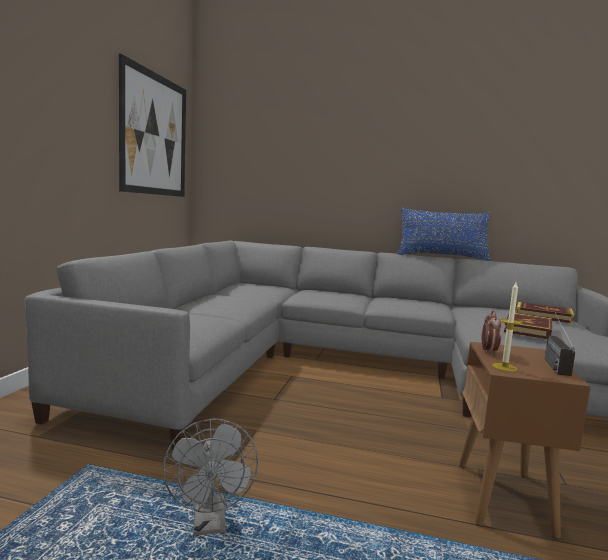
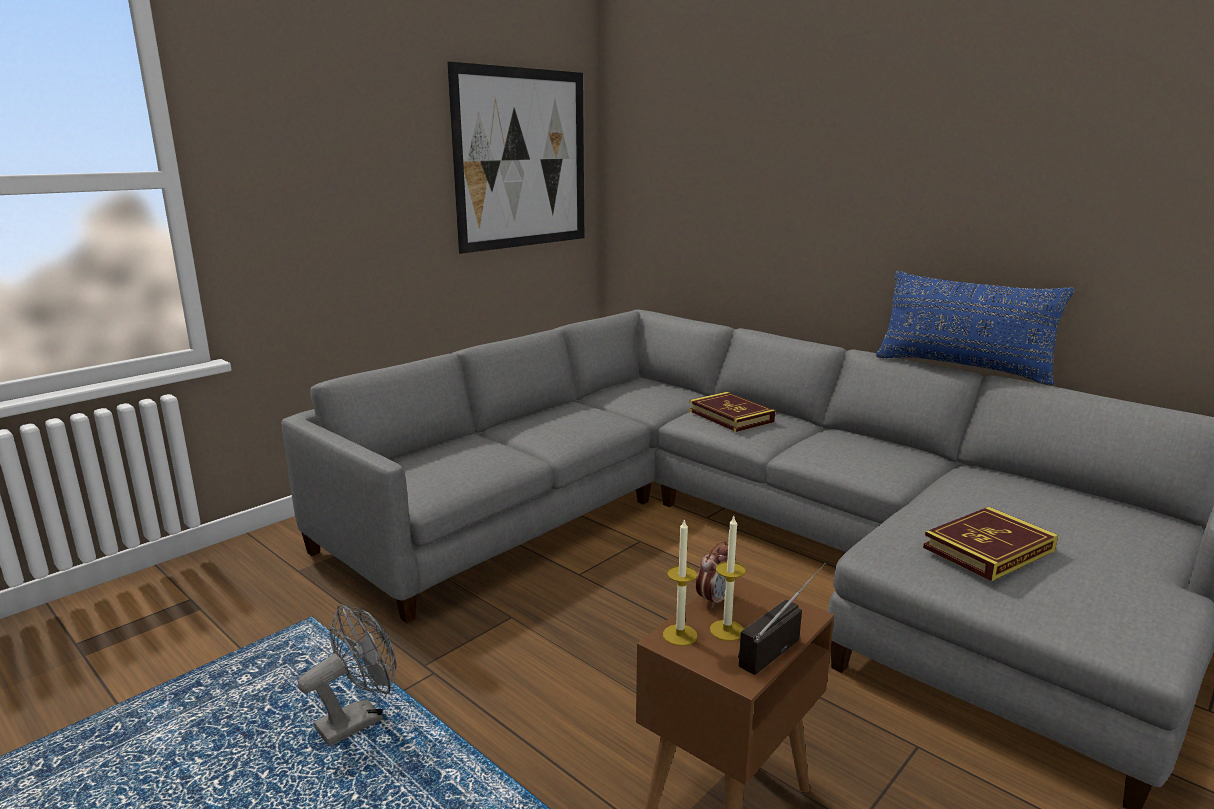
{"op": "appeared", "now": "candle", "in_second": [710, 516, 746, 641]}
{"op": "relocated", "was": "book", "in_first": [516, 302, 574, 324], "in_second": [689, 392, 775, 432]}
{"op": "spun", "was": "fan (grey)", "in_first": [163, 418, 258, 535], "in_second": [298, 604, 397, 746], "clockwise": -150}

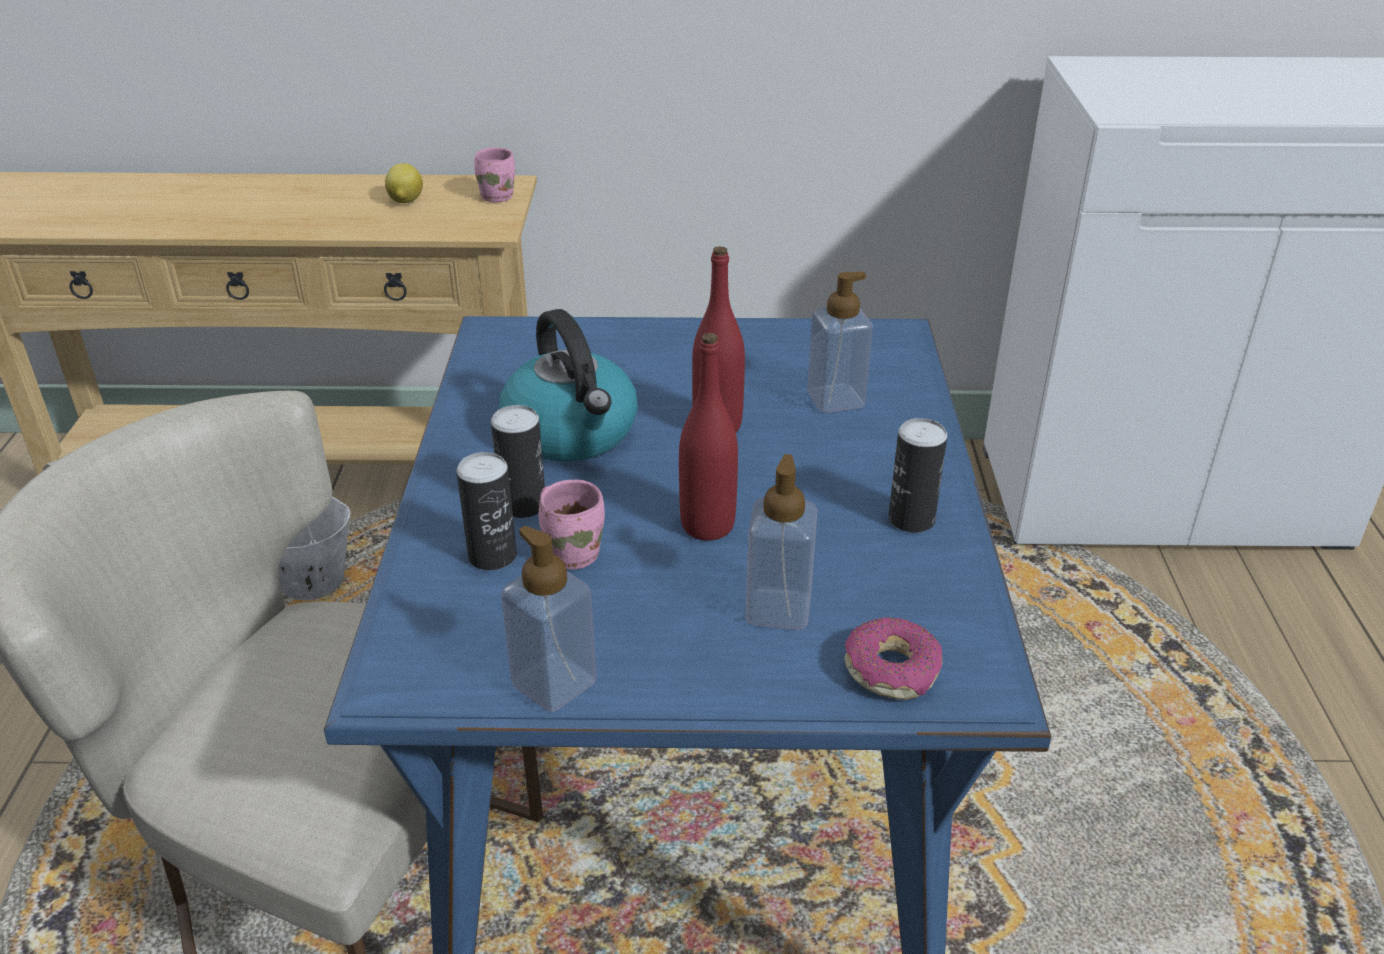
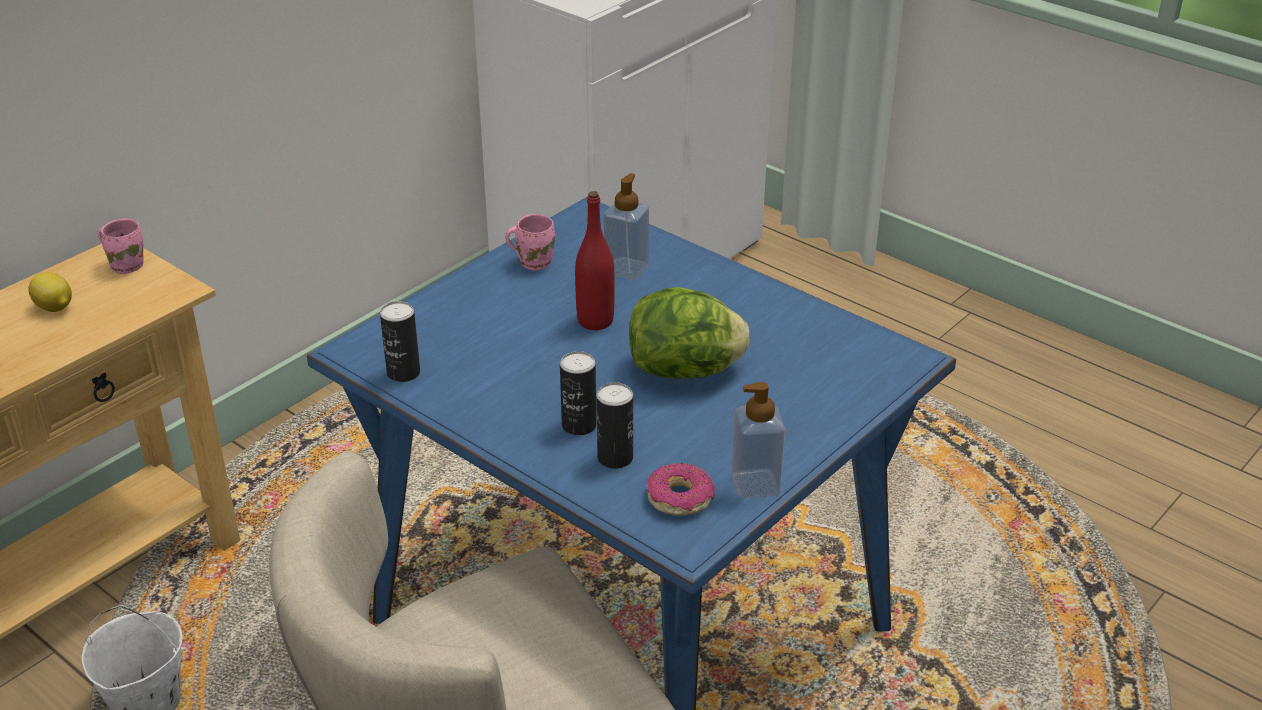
{"op": "missing", "was": "kettle", "in_first": [499, 309, 638, 462]}
{"op": "missing", "was": "soap dispenser", "in_first": [746, 454, 817, 630]}
{"op": "relocated", "was": "mug (pink)", "in_first": [538, 480, 605, 570], "in_second": [506, 214, 555, 271]}
{"op": "relocated", "was": "donut", "in_first": [844, 617, 942, 700], "in_second": [647, 463, 715, 516]}
{"op": "relocated", "was": "can", "in_first": [888, 418, 948, 533], "in_second": [380, 301, 420, 382]}
{"op": "exchanged", "was": "bottle (red)", "now": "lettuce", "in_first": [679, 333, 738, 540], "in_second": [629, 287, 750, 378]}

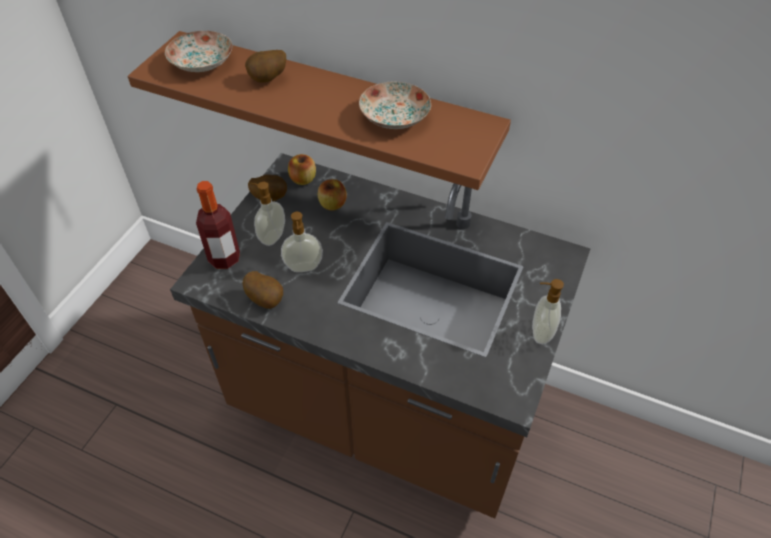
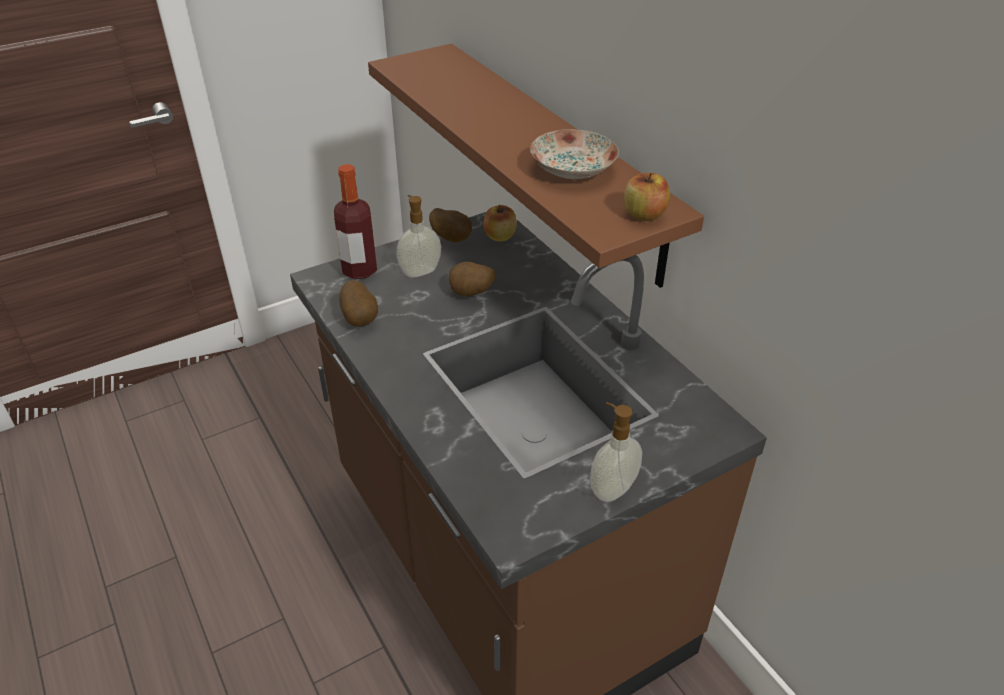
{"op": "missing", "was": "plate", "in_first": [165, 31, 232, 72]}
{"op": "missing", "was": "soap dispenser", "in_first": [281, 212, 323, 272]}
{"op": "relocated", "was": "potato", "in_first": [245, 50, 286, 83], "in_second": [449, 262, 495, 297]}
{"op": "relocated", "was": "apple", "in_first": [318, 179, 347, 210], "in_second": [625, 173, 670, 221]}

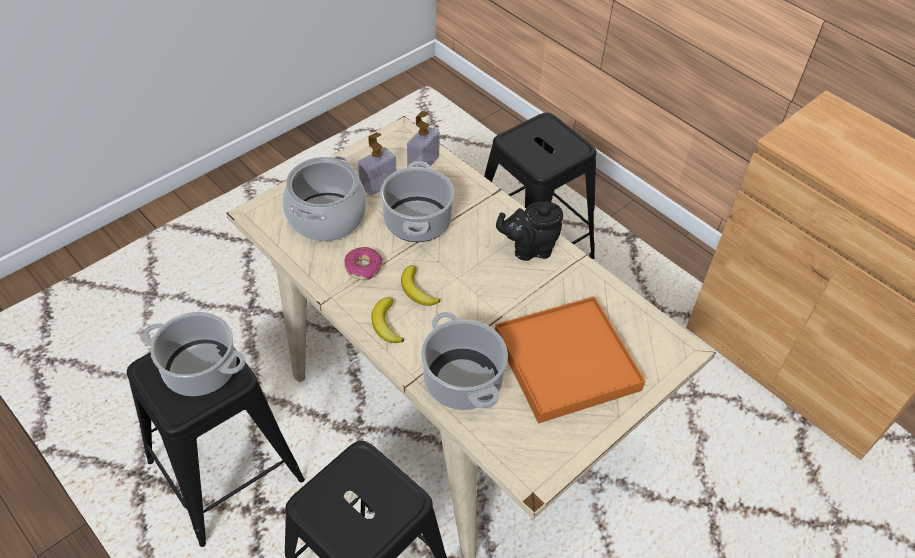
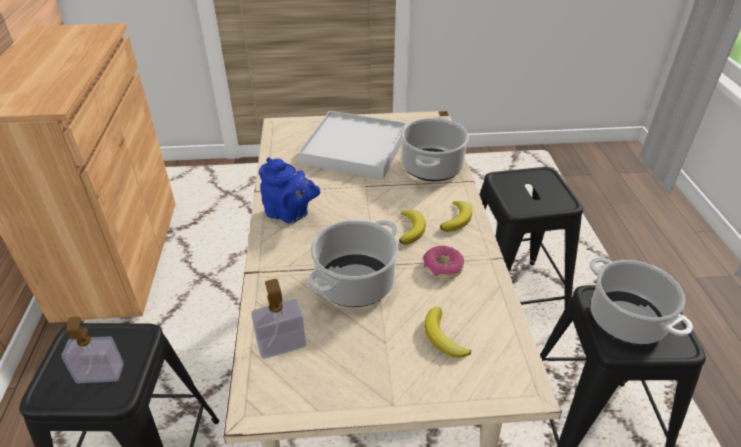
{"op": "relocated", "was": "soap dispenser", "in_first": [358, 132, 396, 196], "in_second": [61, 317, 124, 383]}
{"op": "exchanged", "was": "cooking pot", "now": "banana", "in_first": [283, 156, 367, 241], "in_second": [424, 307, 471, 358]}
{"op": "colour", "was": "tray (orange)", "now": "tray (white)", "in_first": [495, 296, 645, 423], "in_second": [298, 111, 407, 179]}
{"op": "colour", "was": "teapot (black)", "now": "teapot (blue)", "in_first": [496, 201, 563, 261], "in_second": [259, 157, 320, 224]}

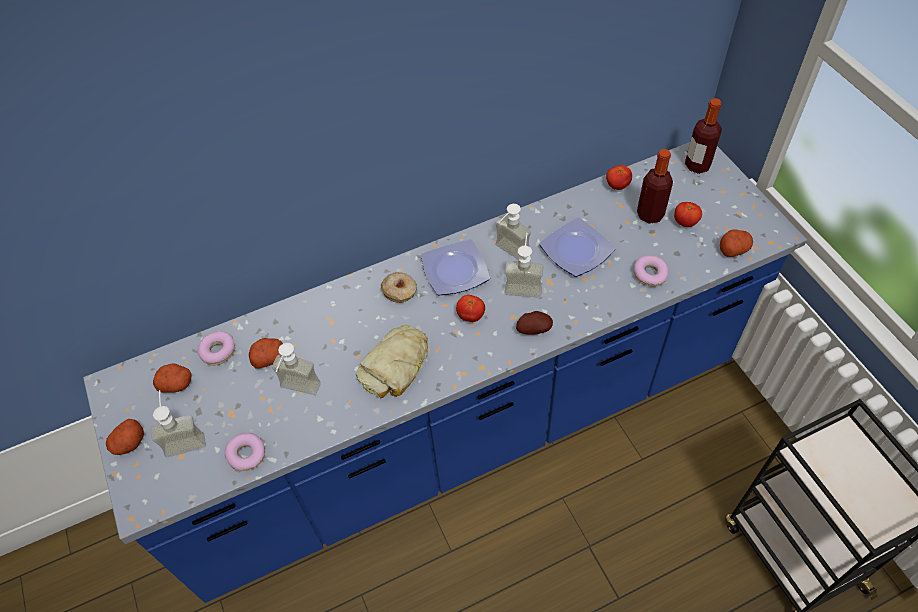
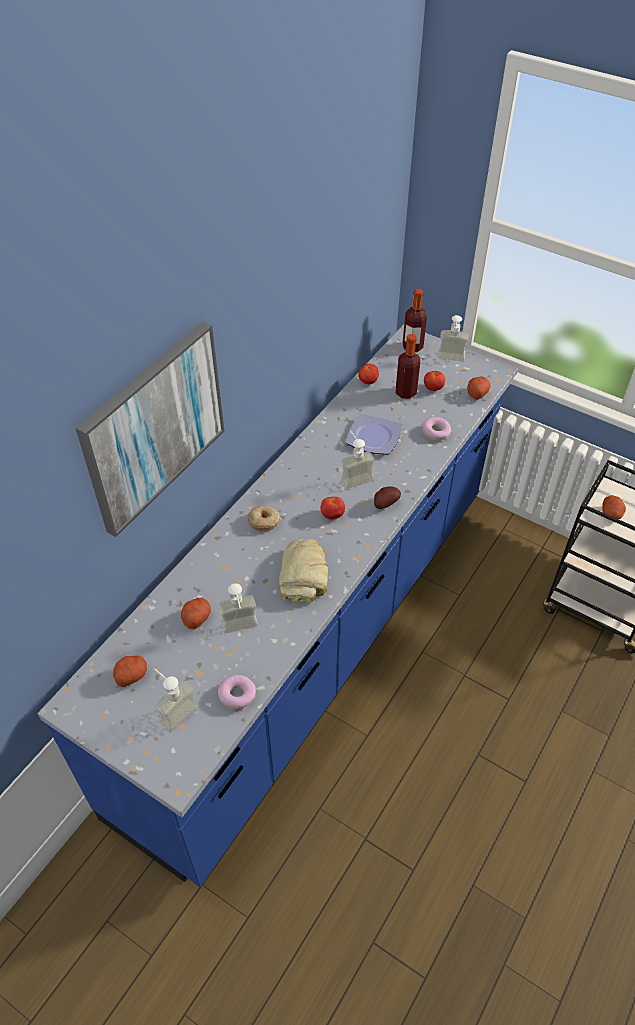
{"op": "missing", "was": "donut", "in_first": [198, 331, 235, 366]}
{"op": "missing", "was": "plate", "in_first": [421, 239, 490, 296]}
{"op": "appeared", "now": "picture", "in_second": [76, 321, 224, 537]}
{"op": "relocated", "was": "potato", "in_first": [106, 419, 144, 455], "in_second": [602, 495, 626, 519]}
{"op": "relocated", "was": "soap dispenser", "in_first": [496, 204, 531, 259], "in_second": [438, 315, 468, 361]}

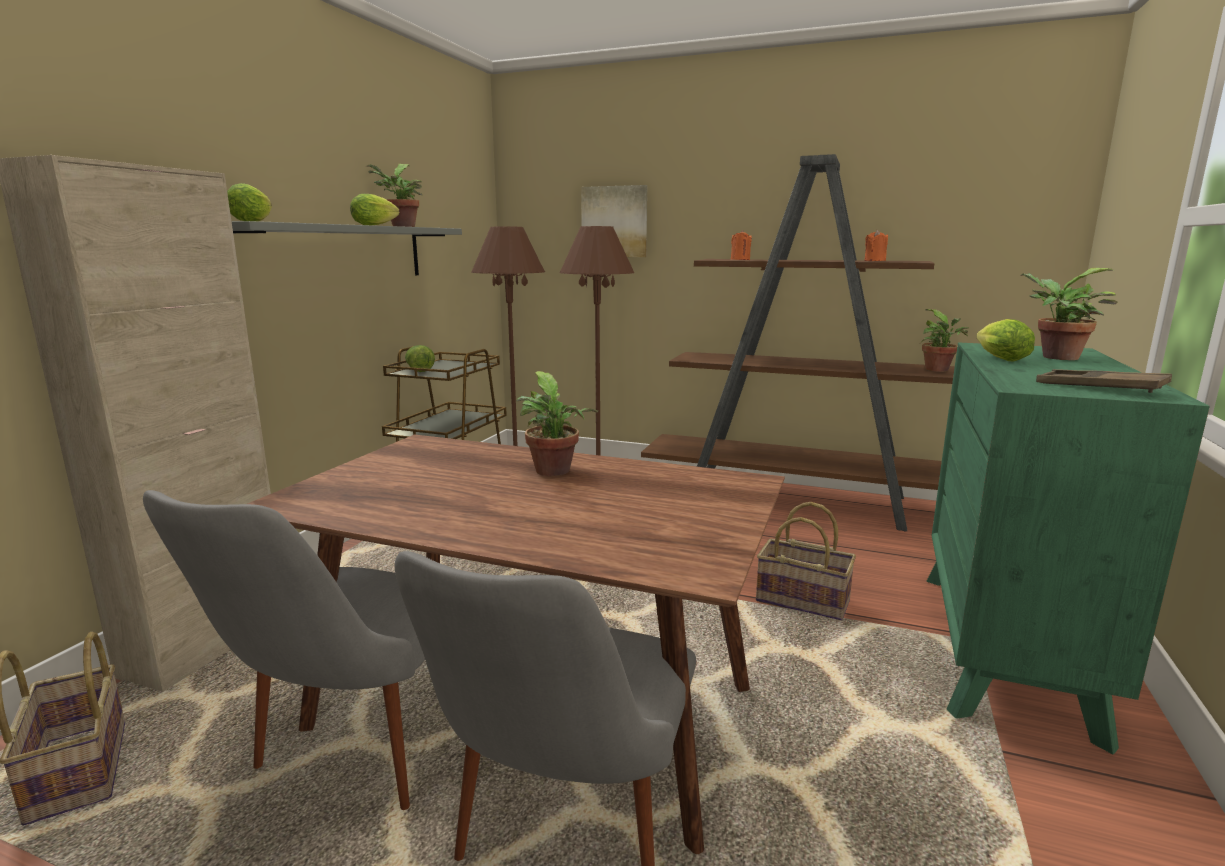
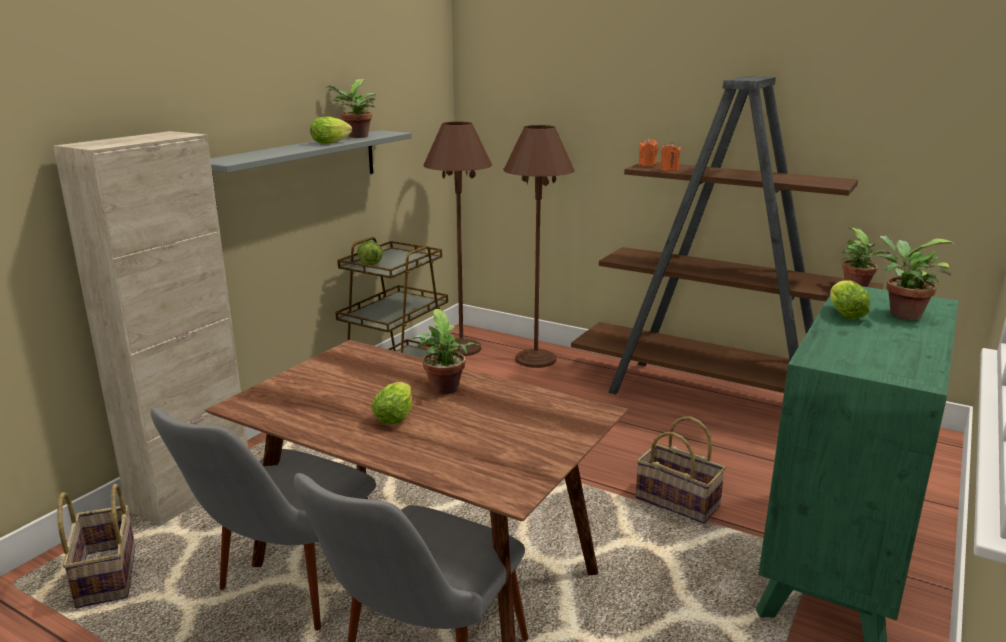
{"op": "missing", "was": "picture", "in_first": [581, 185, 647, 257]}
{"op": "missing", "was": "tray (brown)", "in_first": [1036, 369, 1172, 393]}
{"op": "relocated", "was": "lettuce", "in_first": [227, 183, 272, 221], "in_second": [371, 382, 412, 425]}
{"op": "relocated", "was": "candle (orange)", "in_first": [864, 230, 888, 261], "in_second": [639, 138, 658, 166]}

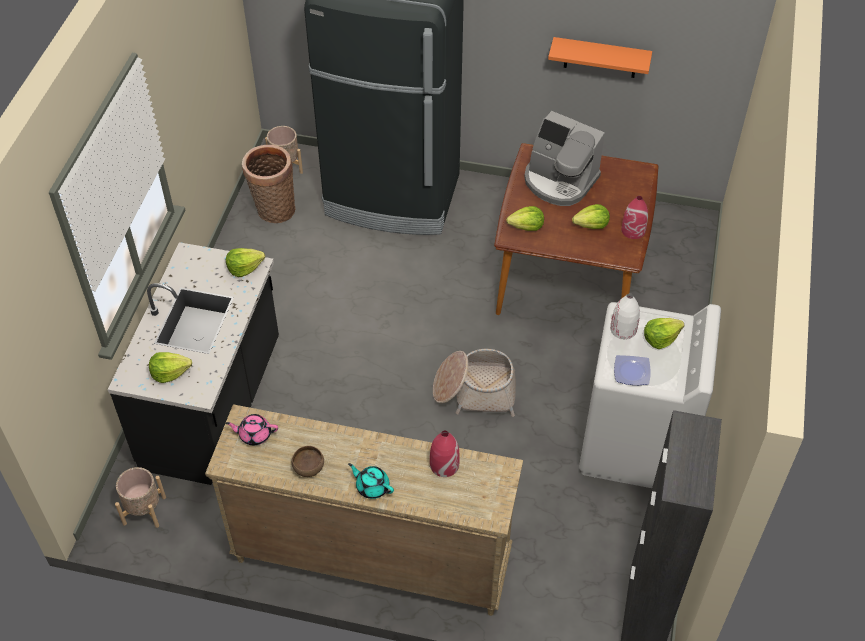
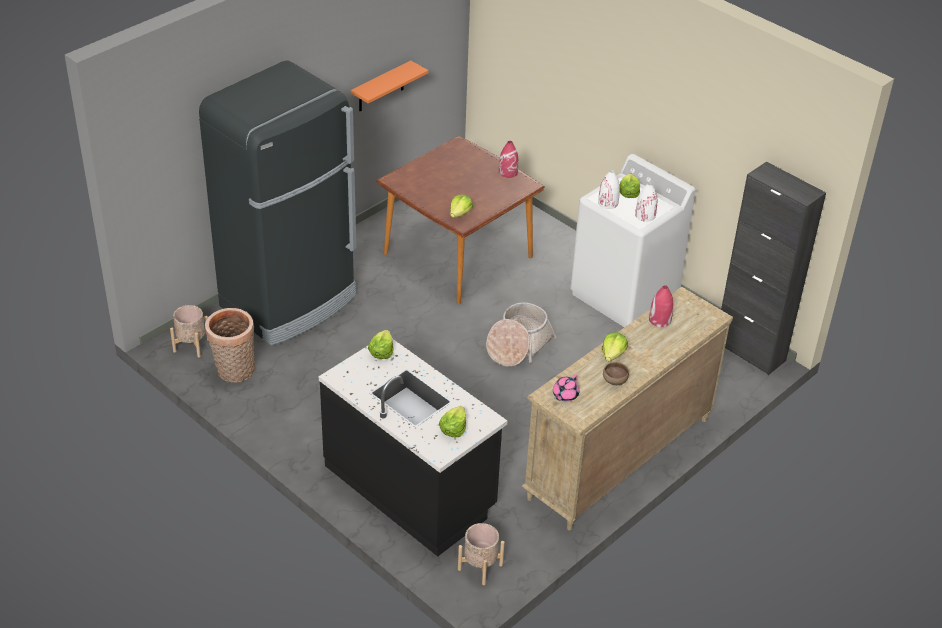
{"op": "missing", "was": "teapot (turquoise)", "in_first": [348, 463, 394, 499]}
{"op": "missing", "was": "coffee machine", "in_first": [524, 111, 605, 206]}
{"op": "relocated", "was": "lettuce", "in_first": [572, 204, 610, 229], "in_second": [602, 332, 628, 361]}
{"op": "exchanged", "was": "plate", "now": "vase (white)", "in_first": [614, 355, 651, 385], "in_second": [635, 182, 657, 222]}

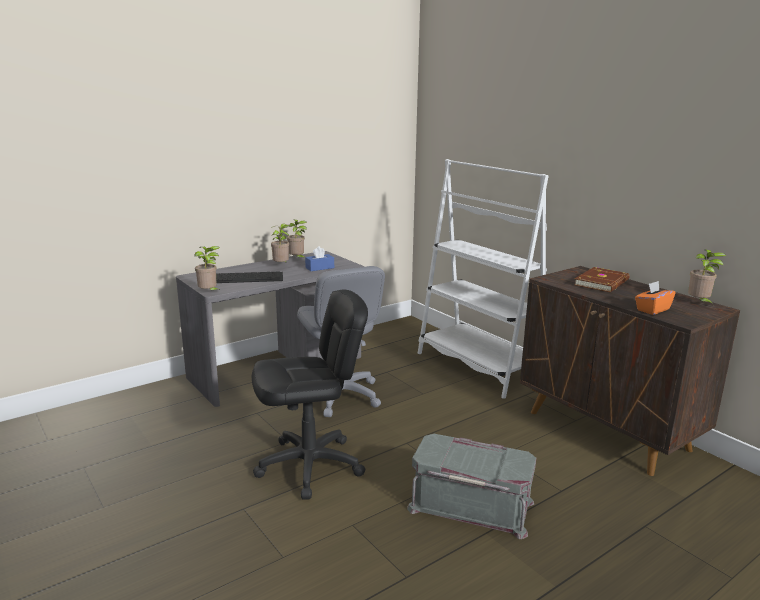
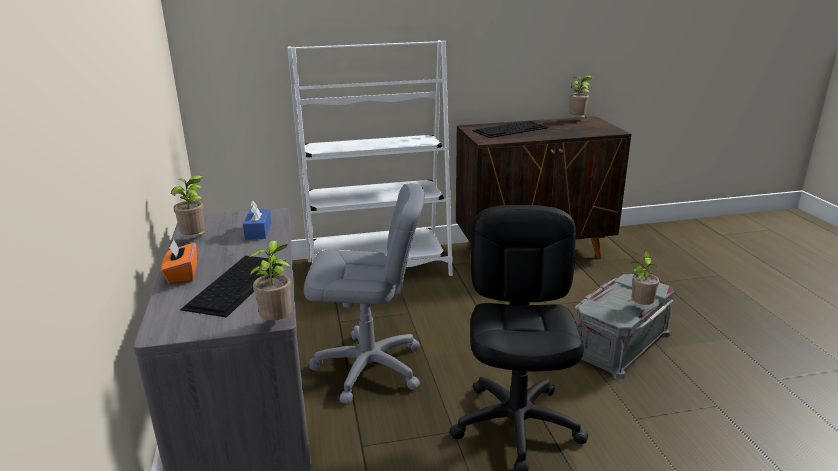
{"op": "relocated", "was": "potted plant", "in_first": [271, 224, 290, 262], "in_second": [629, 251, 659, 305]}
{"op": "relocated", "was": "tissue box (orange)", "in_first": [635, 281, 676, 315], "in_second": [161, 239, 197, 284]}
{"op": "exchanged", "was": "book (brown)", "now": "keyboard", "in_first": [574, 267, 630, 292], "in_second": [473, 121, 549, 138]}

